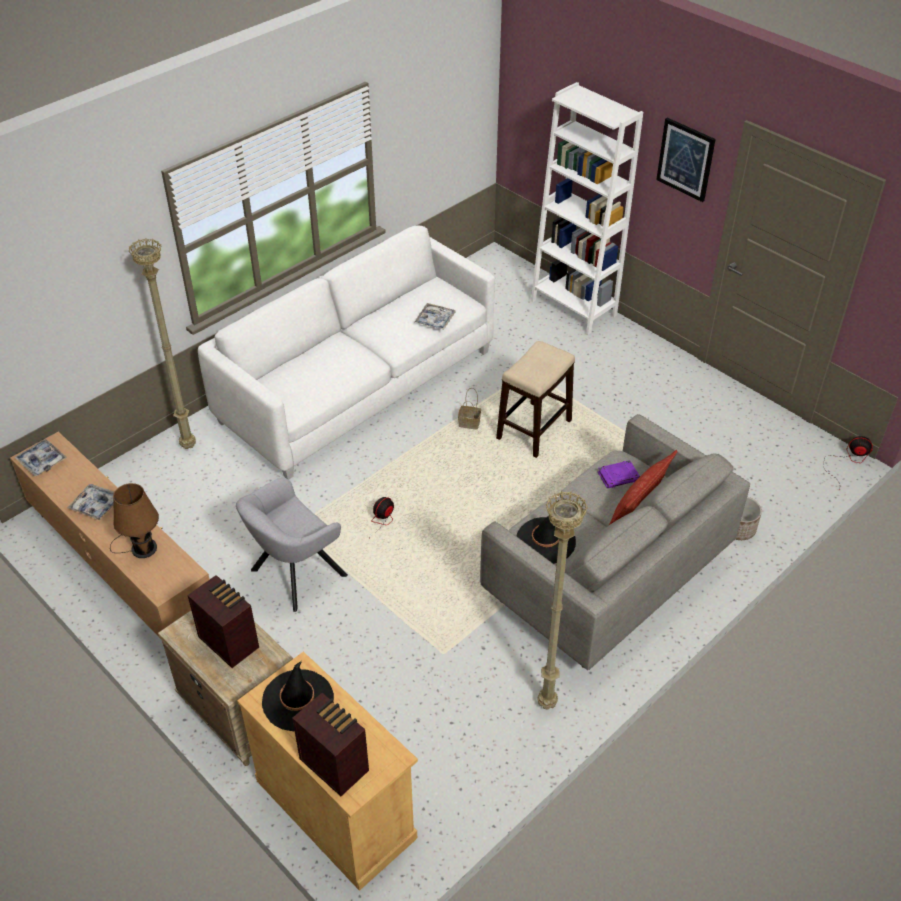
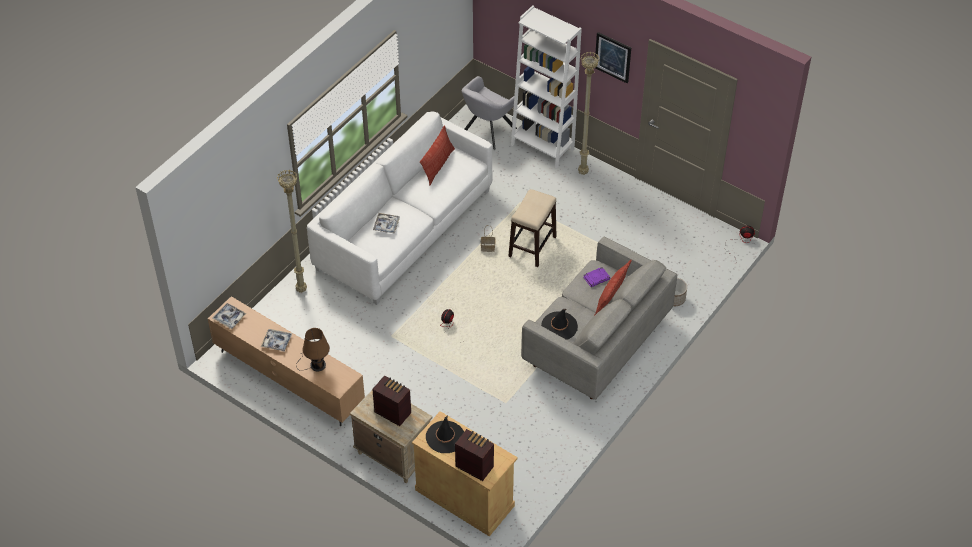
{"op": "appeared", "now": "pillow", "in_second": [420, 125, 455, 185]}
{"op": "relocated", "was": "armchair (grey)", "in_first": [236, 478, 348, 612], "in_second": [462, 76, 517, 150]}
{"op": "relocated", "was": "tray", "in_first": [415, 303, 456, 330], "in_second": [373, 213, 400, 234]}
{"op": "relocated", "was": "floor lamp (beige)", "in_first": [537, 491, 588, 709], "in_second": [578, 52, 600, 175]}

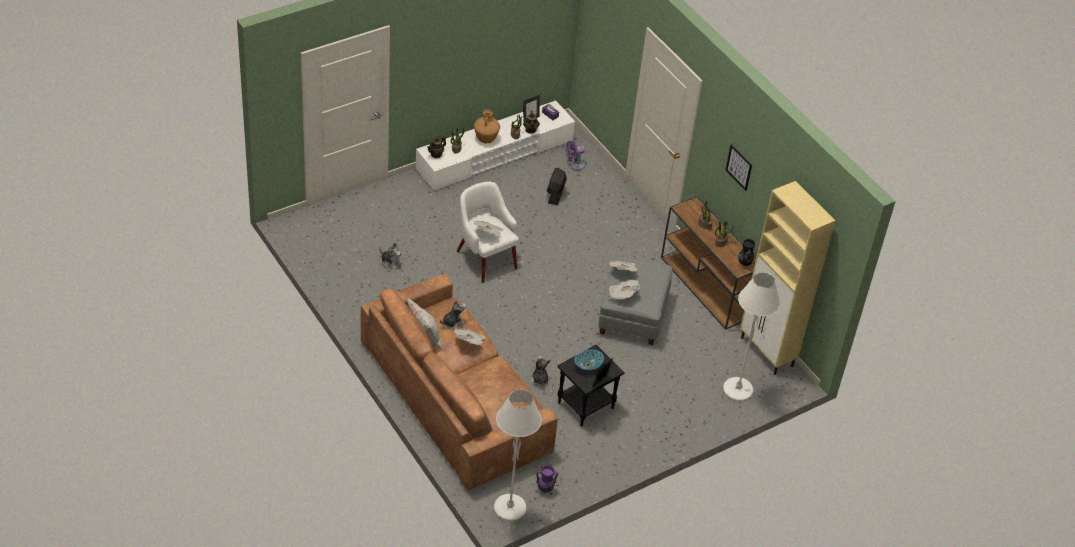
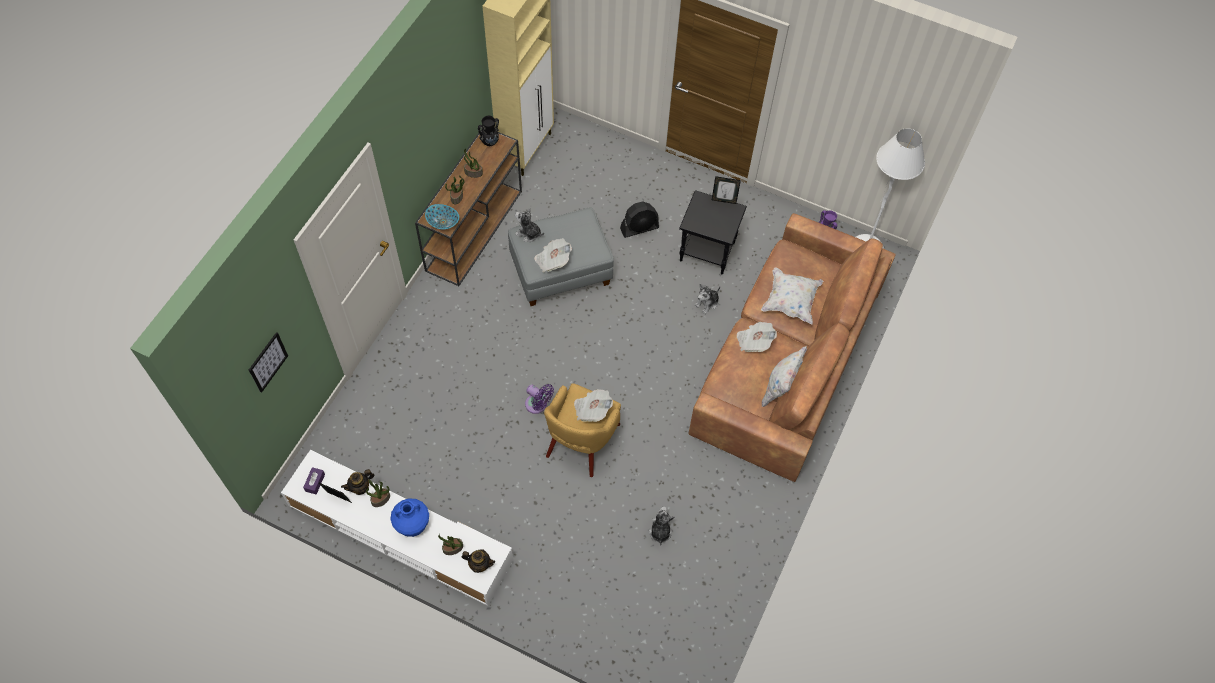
{"op": "missing", "was": "newspaper", "in_first": [609, 280, 640, 299]}
{"op": "missing", "was": "floor lamp (white)", "in_first": [723, 272, 780, 401]}
{"op": "appeared", "now": "pillow (white)", "in_second": [761, 267, 823, 324]}
{"op": "relocated", "was": "plush toy", "in_first": [440, 300, 466, 330], "in_second": [515, 208, 544, 242]}
{"op": "relocated", "was": "fan (black)", "in_first": [547, 168, 567, 205], "in_second": [620, 201, 659, 238]}
{"op": "relocated", "was": "fan (purple)", "in_first": [565, 141, 585, 170], "in_second": [525, 384, 554, 414]}
{"op": "relocated", "was": "bowl", "in_first": [574, 350, 604, 371], "in_second": [425, 204, 459, 230]}
{"op": "relocated", "was": "picture", "in_first": [725, 144, 752, 191], "in_second": [249, 332, 288, 393]}
{"op": "colour", "was": "armchair (white)", "now": "armchair (yellow)", "in_first": [457, 182, 519, 283], "in_second": [544, 383, 621, 477]}
{"op": "colour", "was": "vase (brown)", "now": "vase (blue)", "in_first": [474, 110, 500, 143], "in_second": [390, 499, 429, 537]}

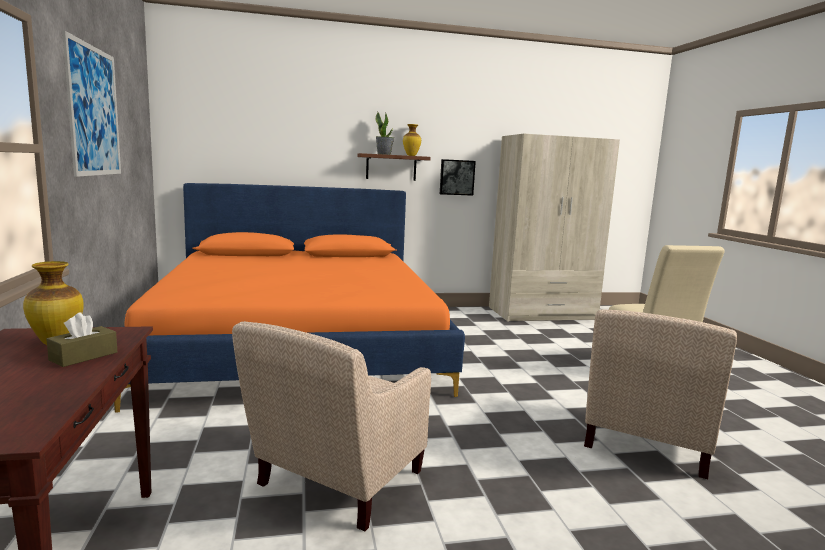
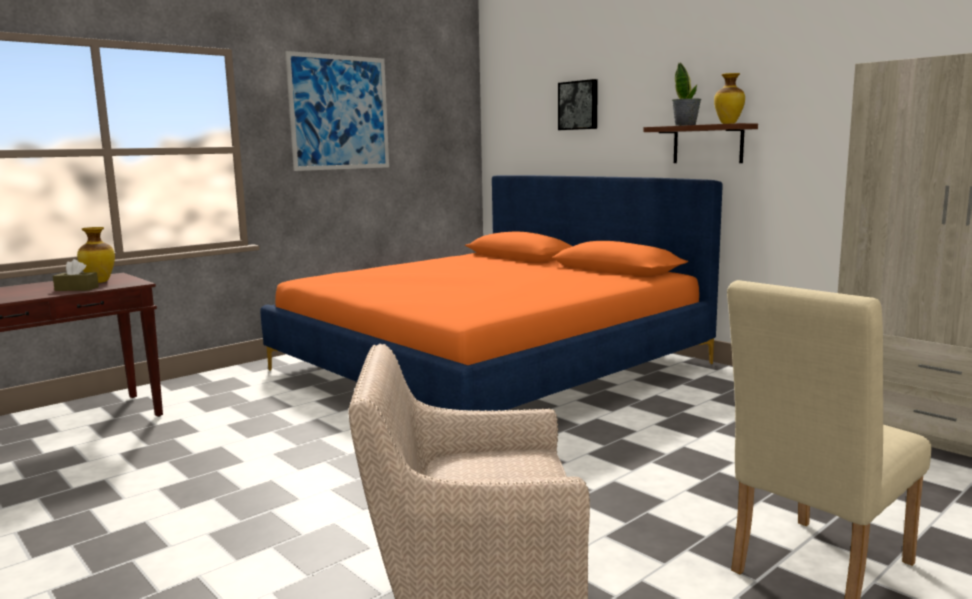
{"op": "missing", "was": "armchair (beige)", "in_first": [232, 321, 431, 531]}
{"op": "relocated", "was": "picture", "in_first": [440, 159, 476, 196], "in_second": [558, 79, 598, 130]}

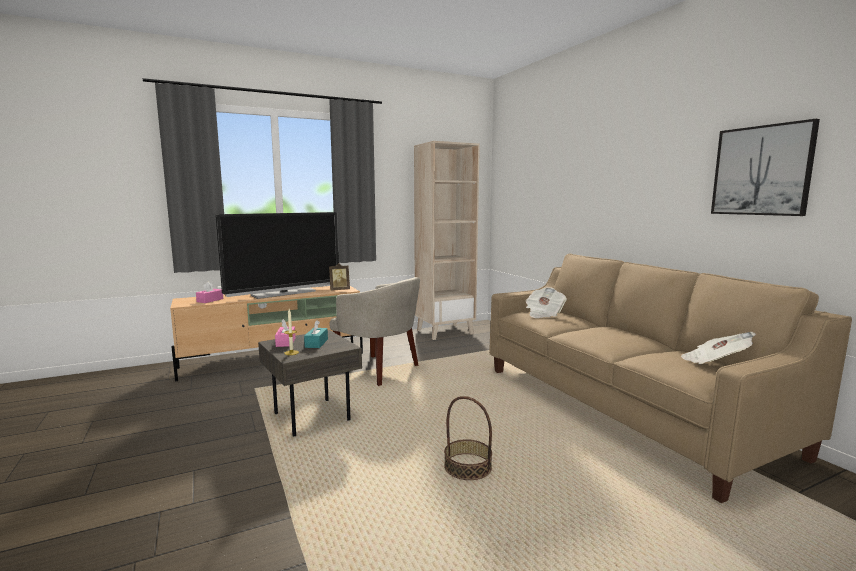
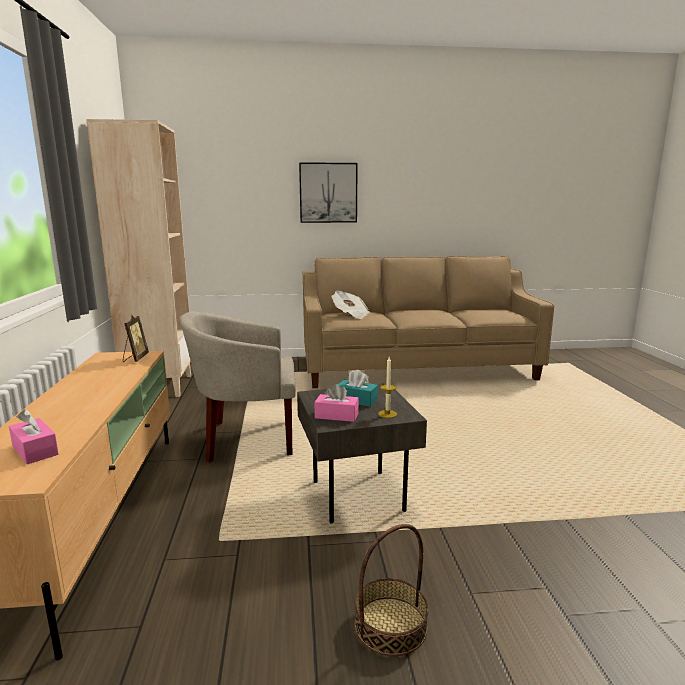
{"op": "missing", "was": "television", "in_first": [216, 212, 339, 299]}
{"op": "missing", "was": "newspaper", "in_first": [681, 332, 756, 364]}
{"op": "relocated", "was": "basket", "in_first": [444, 396, 492, 480], "in_second": [354, 524, 429, 656]}
{"op": "relocated", "was": "picture", "in_first": [711, 119, 820, 216], "in_second": [299, 162, 358, 223]}
{"op": "spun", "was": "armchair (beige)", "in_first": [329, 277, 420, 386], "in_second": [180, 311, 296, 463], "clockwise": -150}

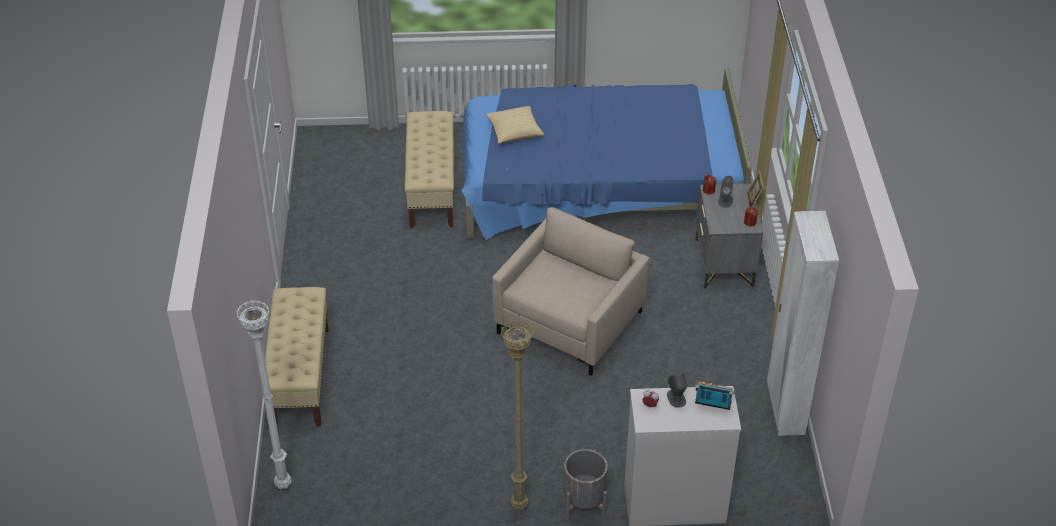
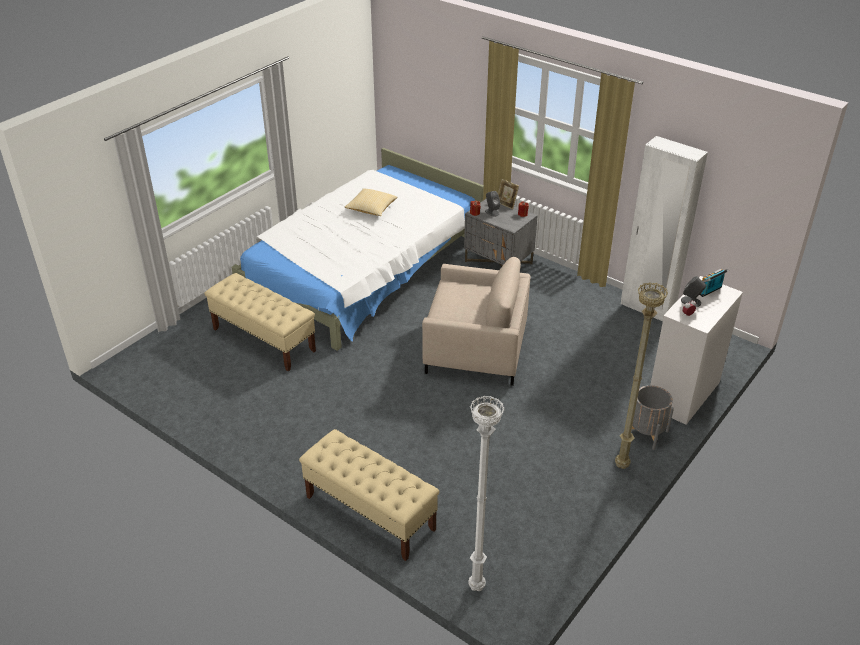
{"op": "relocated", "was": "pillow", "in_first": [486, 106, 544, 144], "in_second": [344, 189, 398, 216]}
{"op": "colour", "was": "bed (blue)", "now": "bed (white)", "in_first": [461, 69, 752, 240], "in_second": [231, 148, 484, 351]}
{"op": "spun", "was": "armchair (beige)", "in_first": [492, 207, 650, 376], "in_second": [422, 257, 531, 386], "clockwise": 120}

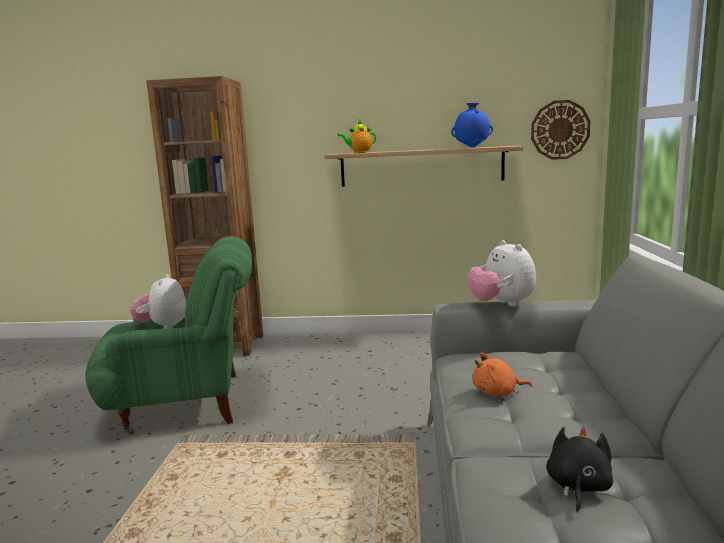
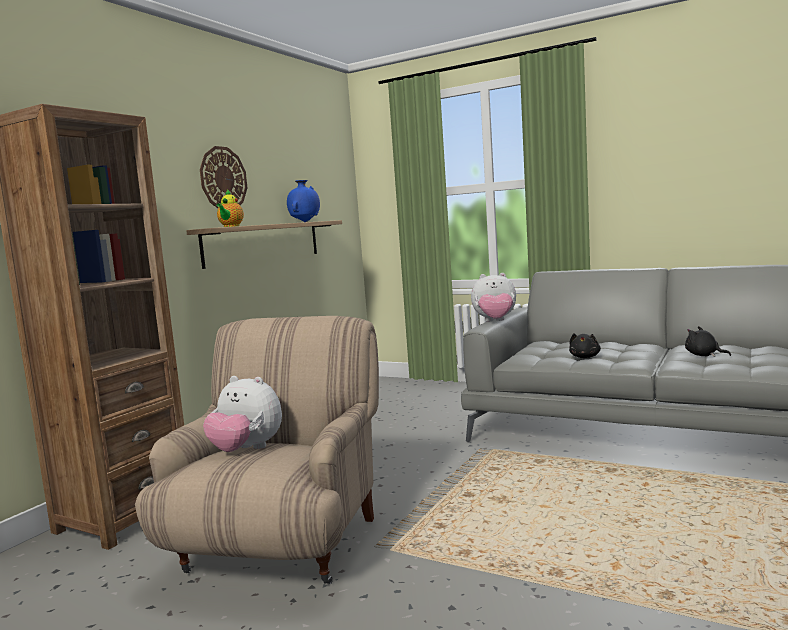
{"op": "relocated", "was": "wall clock", "in_first": [531, 100, 591, 160], "in_second": [200, 146, 247, 208]}
{"op": "colour", "was": "armchair (green)", "now": "armchair (beige)", "in_first": [85, 236, 252, 435], "in_second": [135, 316, 379, 584]}
{"op": "colour", "was": "plush toy (orange)", "now": "plush toy (black)", "in_first": [472, 353, 532, 397], "in_second": [569, 333, 601, 358]}

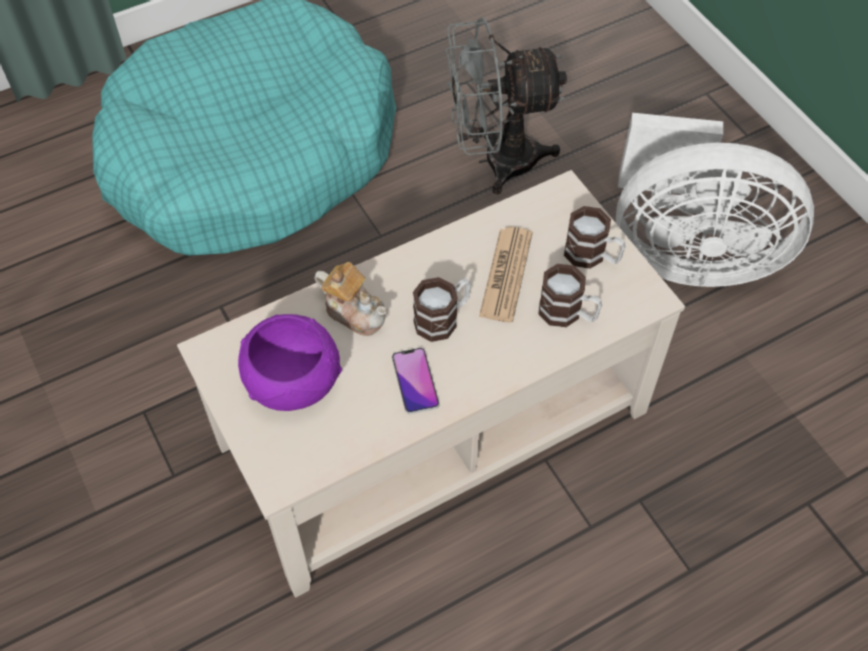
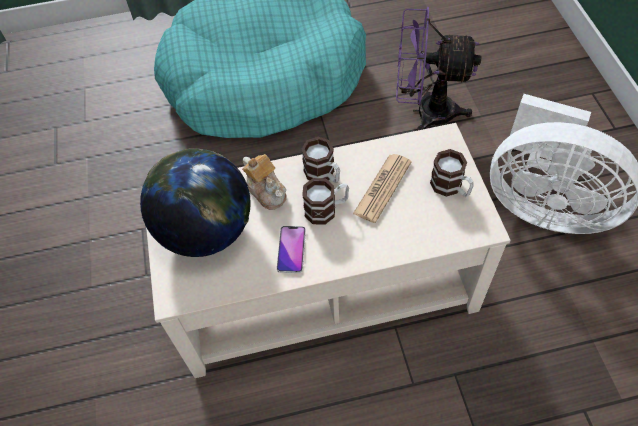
{"op": "relocated", "was": "mug", "in_first": [538, 264, 602, 327], "in_second": [301, 137, 340, 183]}
{"op": "exchanged", "was": "bowl (purple)", "now": "globe", "in_first": [238, 314, 342, 411], "in_second": [140, 148, 251, 257]}
{"op": "colour", "was": "fan (grey)", "now": "fan (purple)", "in_first": [445, 17, 567, 195], "in_second": [396, 7, 481, 131]}

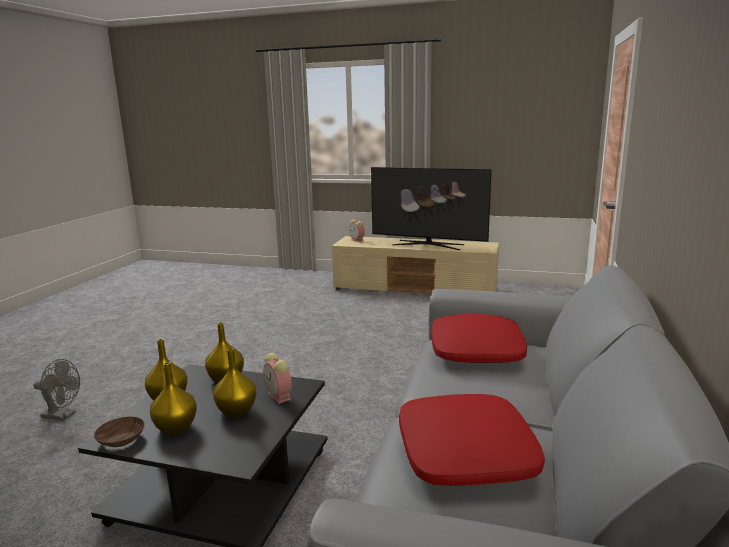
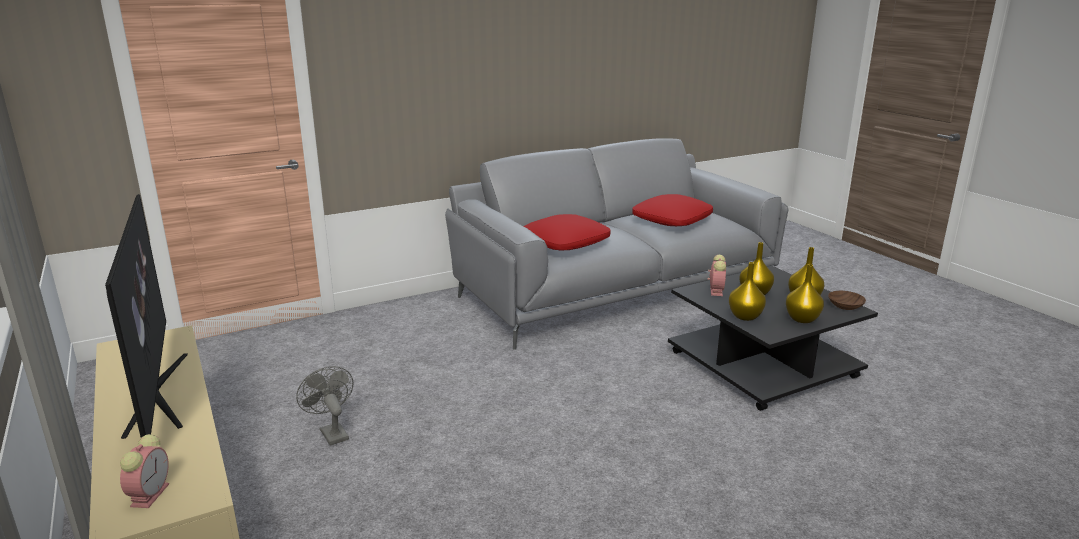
{"op": "relocated", "was": "fan (grey)", "in_first": [34, 359, 80, 421], "in_second": [296, 366, 354, 446]}

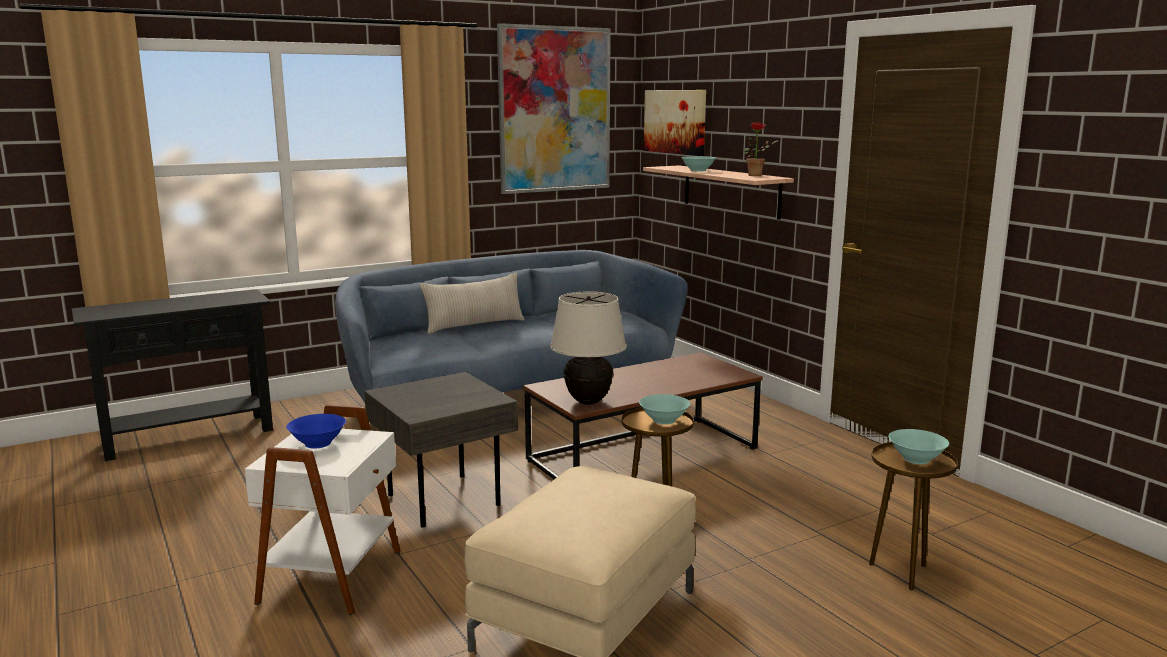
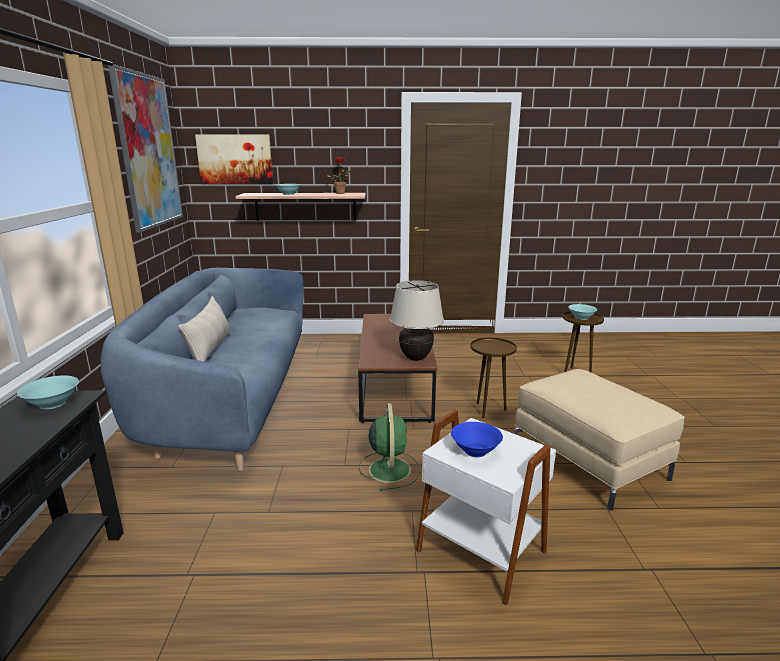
{"op": "relocated", "was": "bowl (turquoise)", "in_first": [639, 394, 690, 425], "in_second": [17, 375, 79, 409]}
{"op": "exchanged", "was": "side table (grey)", "now": "fan (green)", "in_first": [364, 372, 518, 528], "in_second": [359, 403, 420, 491]}

